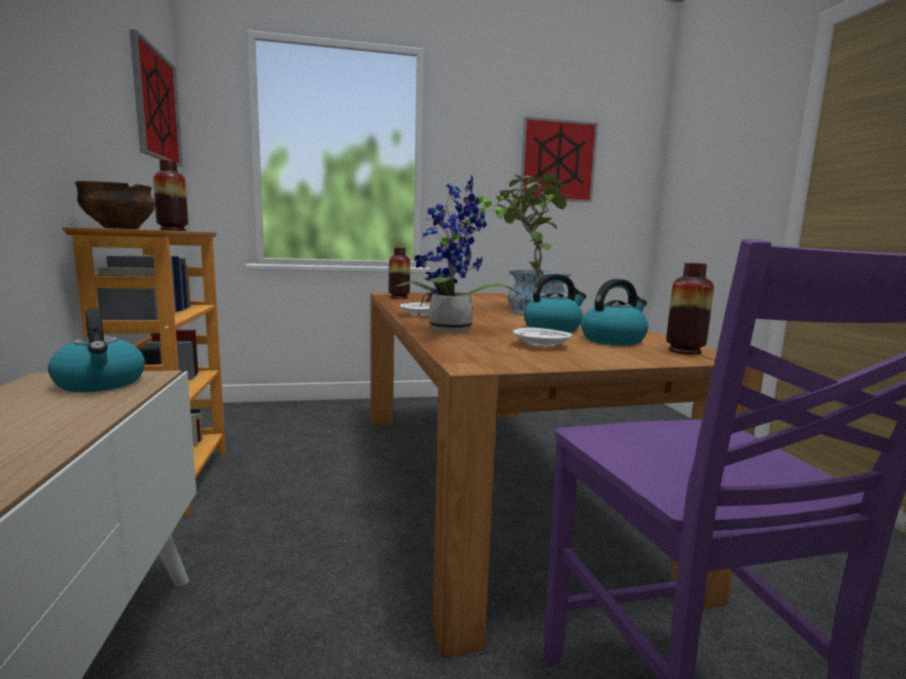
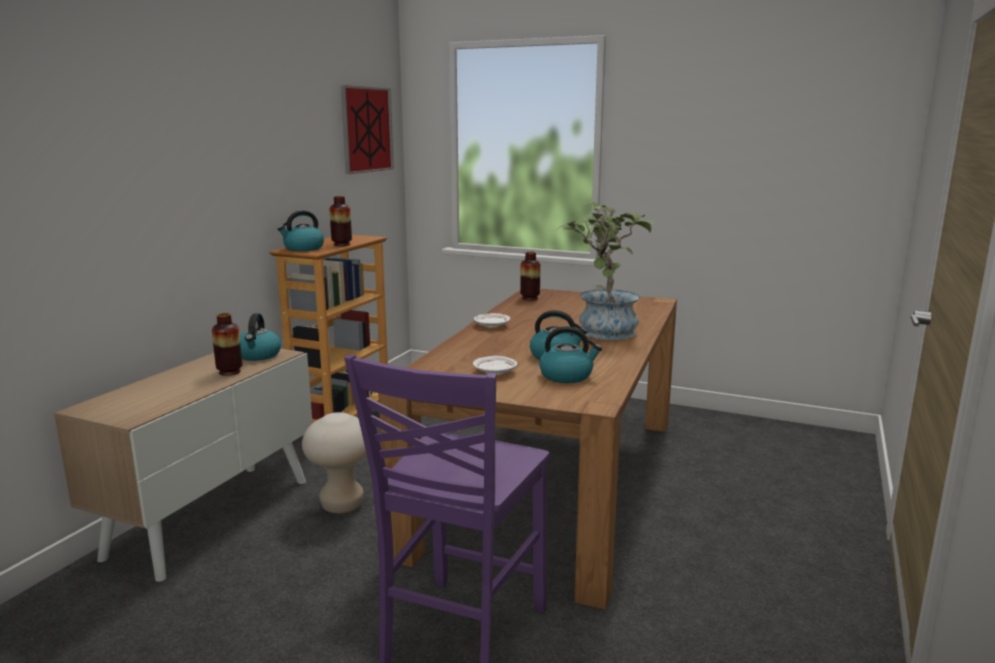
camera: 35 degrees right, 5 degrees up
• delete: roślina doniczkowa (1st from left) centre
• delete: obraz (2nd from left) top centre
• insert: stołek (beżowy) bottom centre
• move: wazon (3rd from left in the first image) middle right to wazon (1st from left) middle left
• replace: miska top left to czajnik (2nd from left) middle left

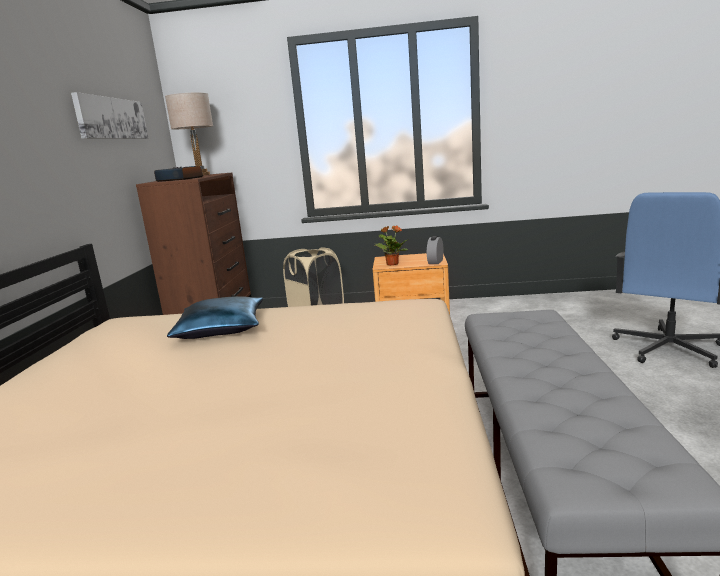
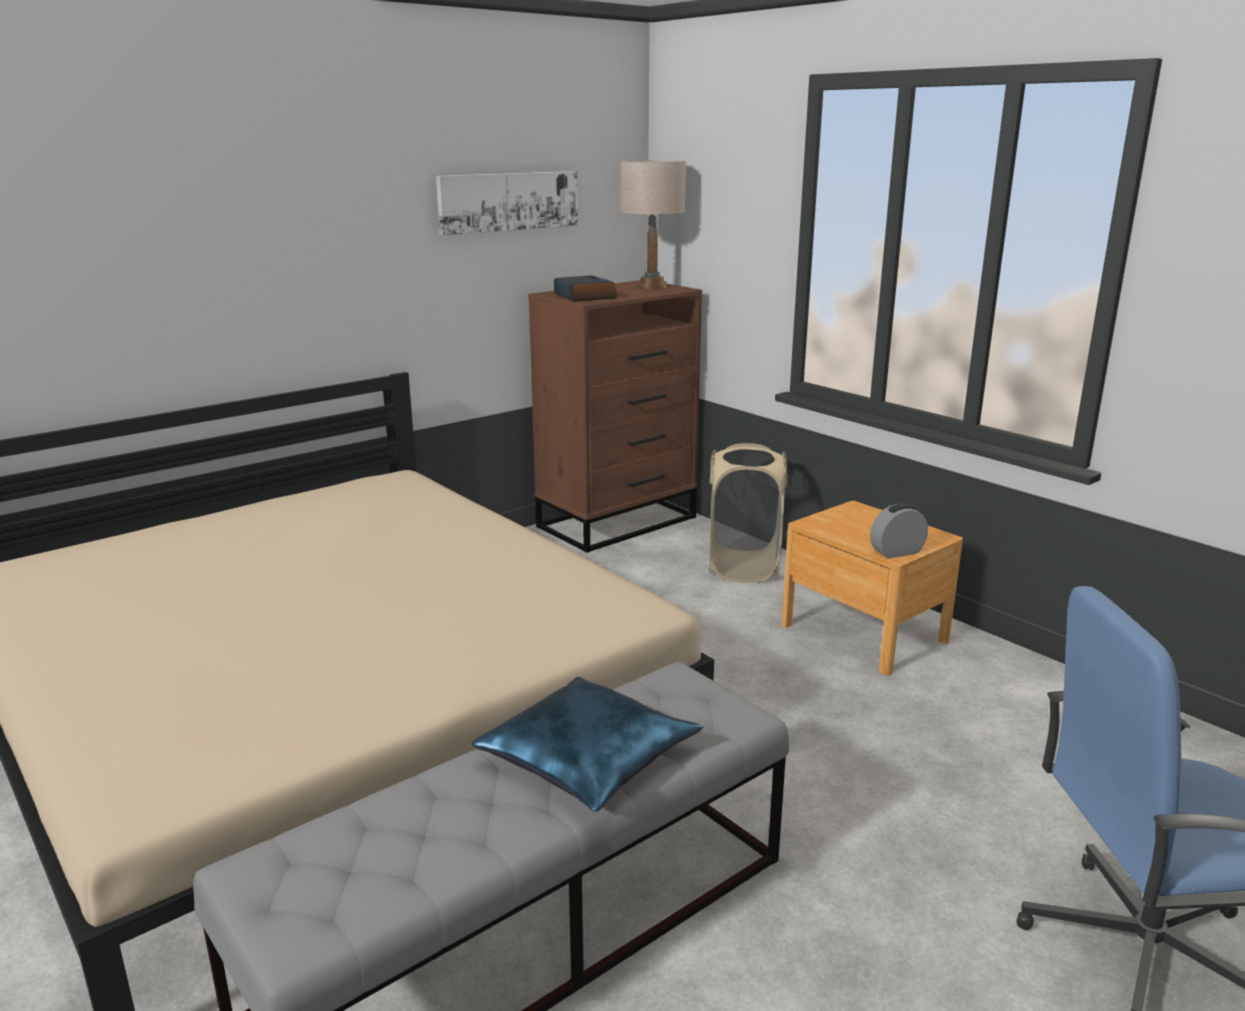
camera: 45 degrees right, 5 degrees up
• delete: roślina doniczkowa centre
• move: poduszka (niebieski) middle left to bottom centre

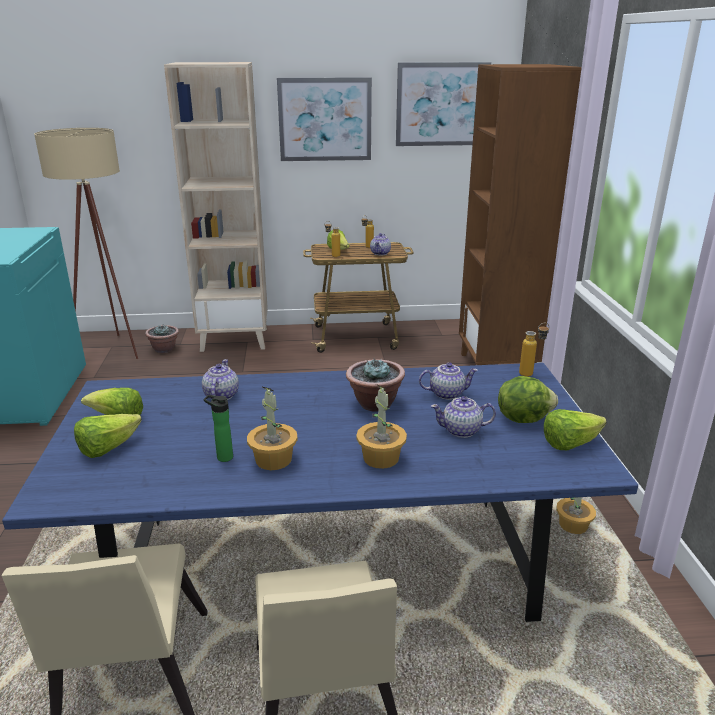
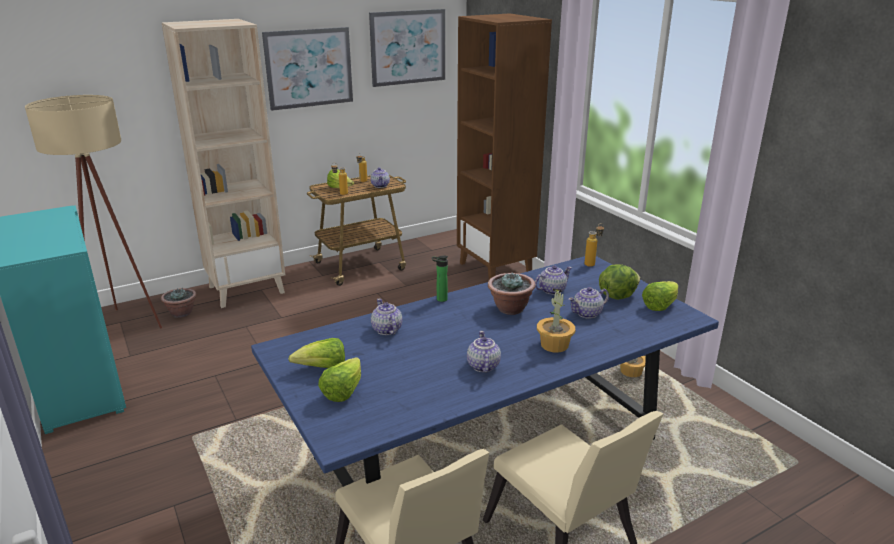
camera: 25 degrees left, 0 degrees up
• move: butelka (1st from left in the first image) middle left to butelka (3rd from left) centre
• replace: roślina doniczkowa (2nd from left) centre to imbryk (3rd from left) centre

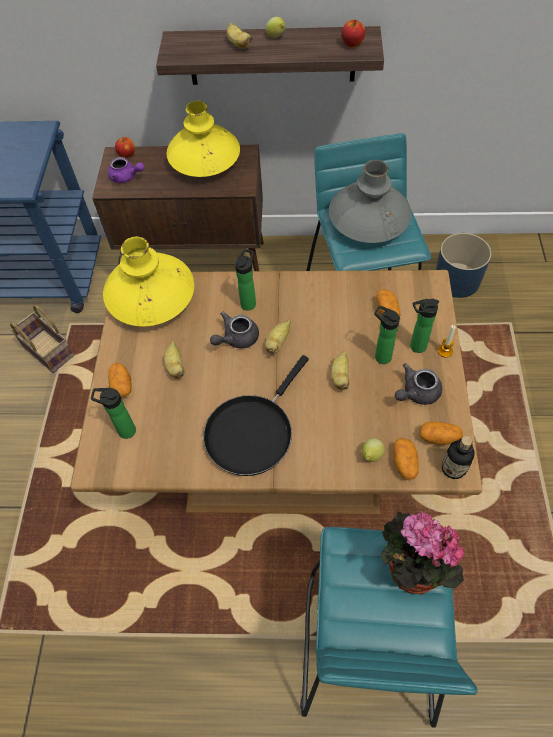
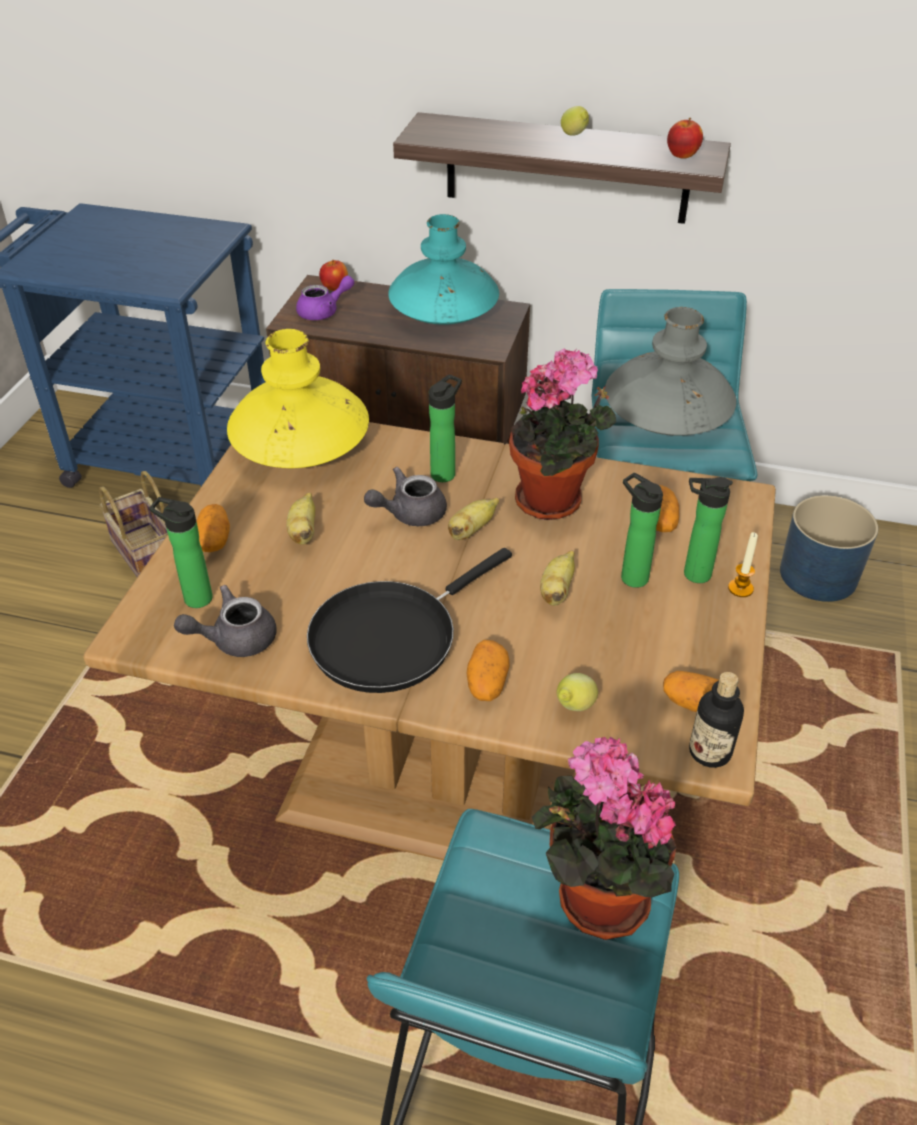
camera: 10 degrees right, 15 degrees down
• delete: banan (2nd from left) top centre
• insert: roślina doniczkowa (1st from left) centre
• move: ziemniak (3rd from left in the first image) middle right to ziemniak (2nd from left) centre
• move: imbryk (szary) (2nd from left in the first image) middle right to imbryk (szary) (1st from left) middle left
• recolor: wazon (żółty) (2nd from left) top centre to wazon (turkusowy) top centre
• rotate: imbryk (fioletowy) top left = top centre 60 degrees counterclockwise

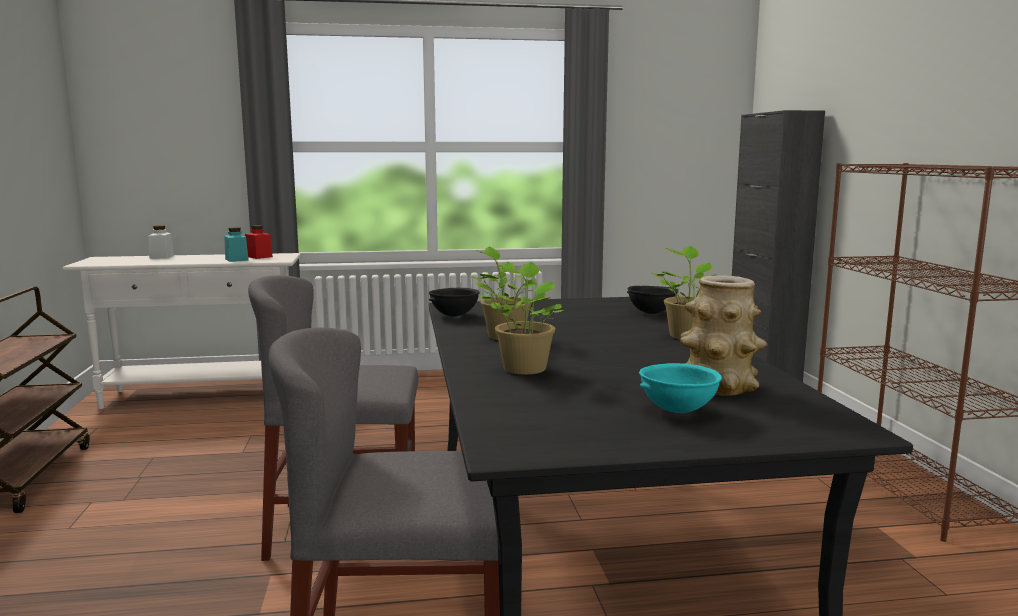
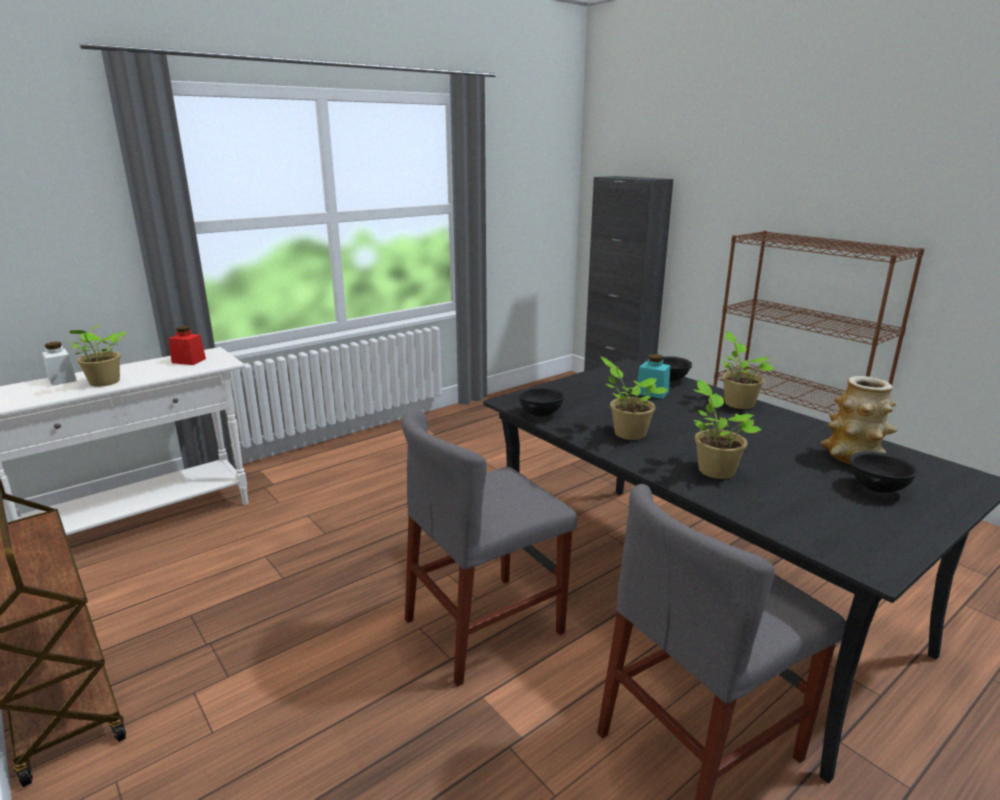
camera: 30 degrees left, 10 degrees up
• insert: roślina doniczkowa (1st from left) middle left
• move: słoik (turkusowy) middle left to centre
• recolor: miska (turkusowy) middle right to miska (czarny) (3rd from left) middle right

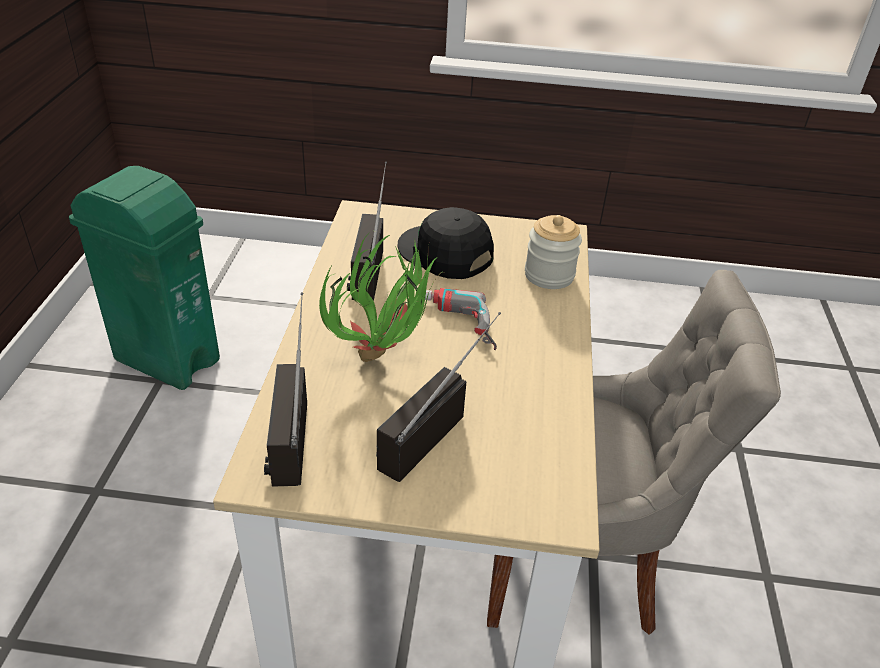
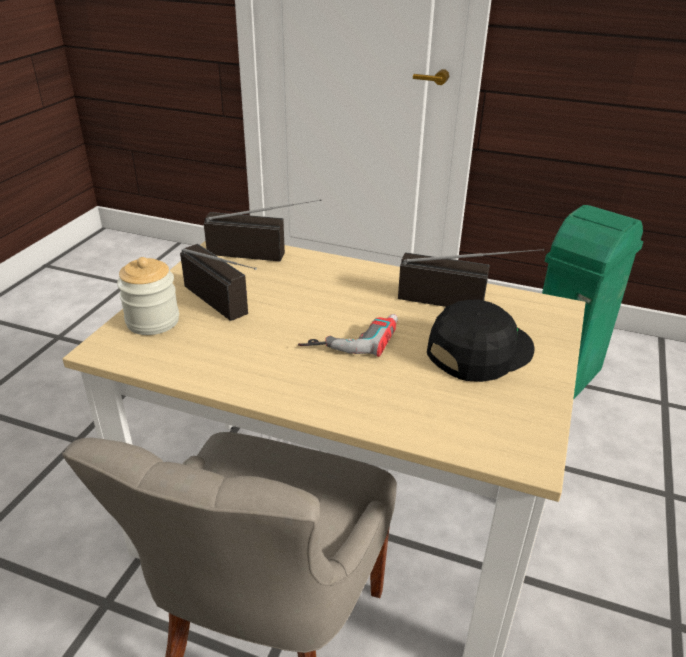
camera: 105 degrees right, 5 degrees down
• delete: roślina doniczkowa centre
• move: słoik centre to middle left

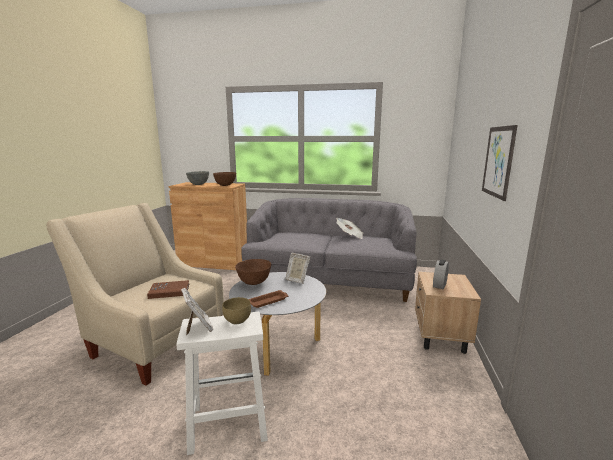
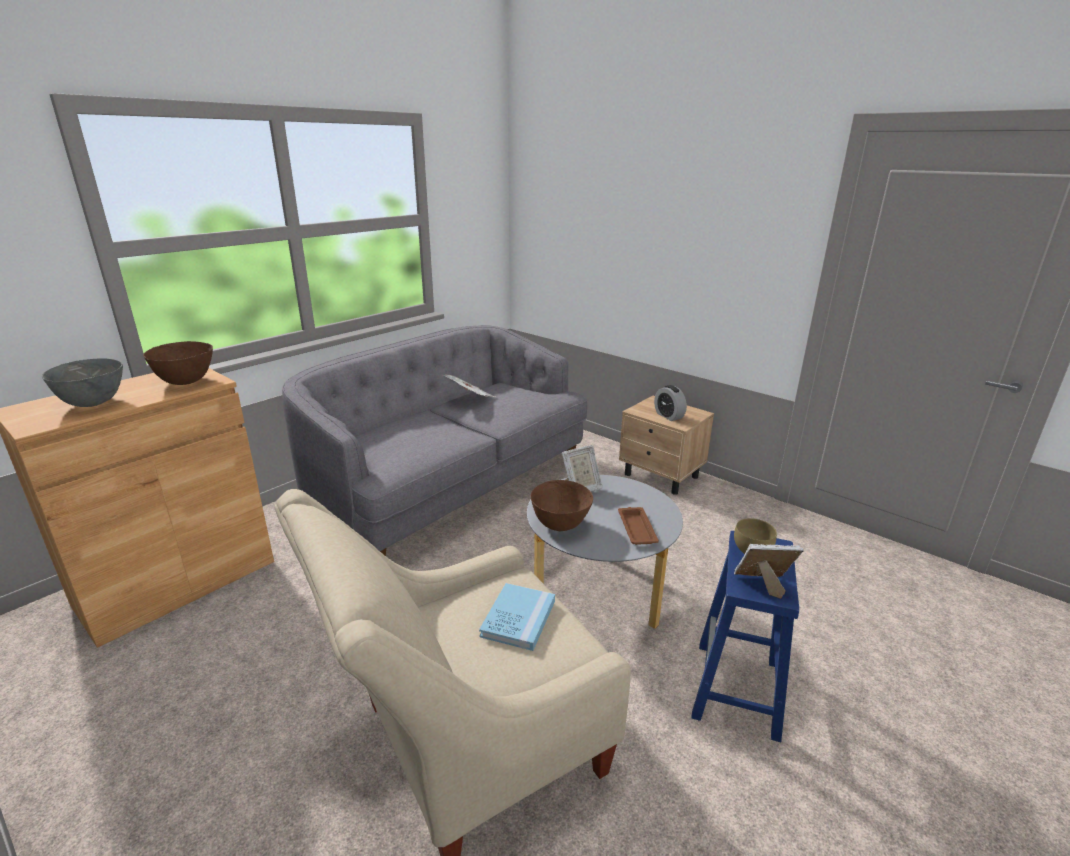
camera: 60 degrees left, 10 degrees up
• delete: obraz middle right
• recolor: książka (brązowy) middle left to książka (niebieski) bottom centre
• recolor: stołek (biały) bottom centre to stołek (niebieski) bottom right

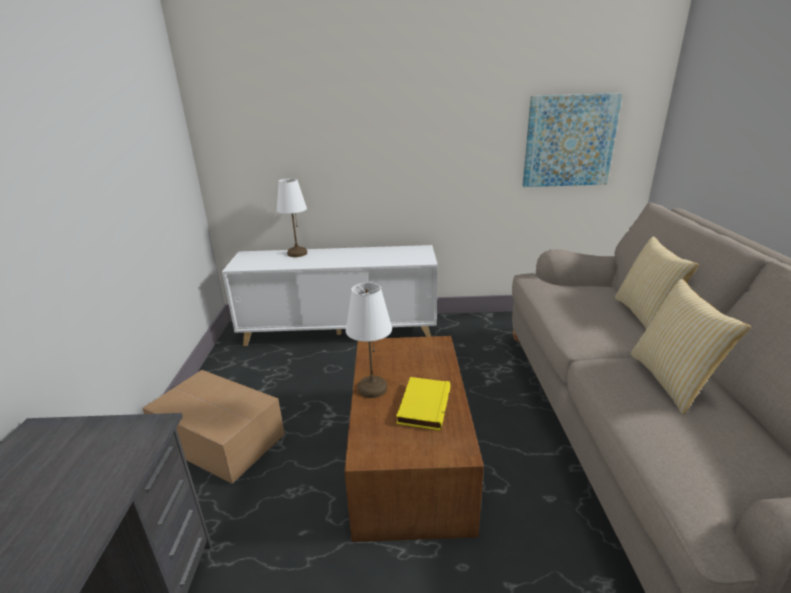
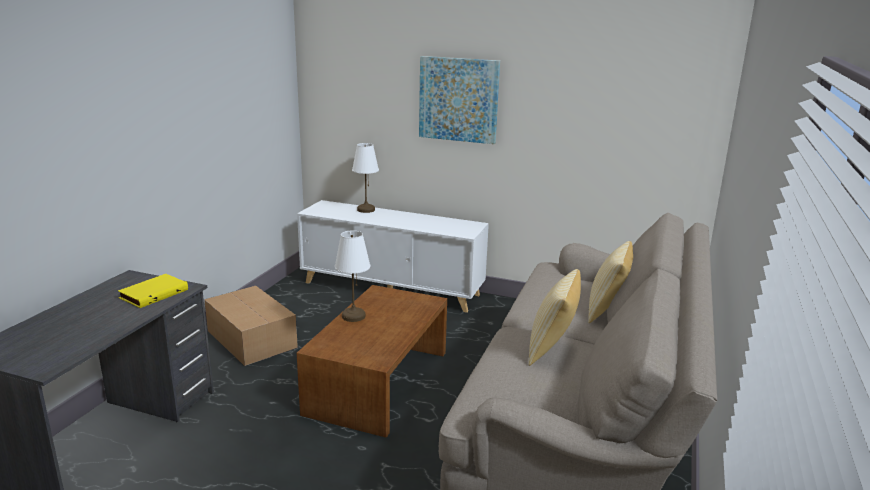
camera: 20 degrees right, 5 degrees down
• move: książka (żółty) bottom centre to middle left
• move: obraz top right to top centre

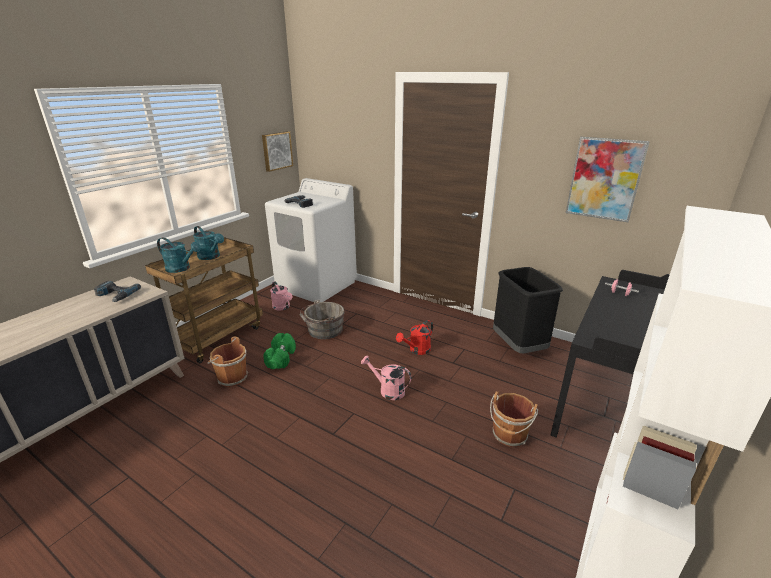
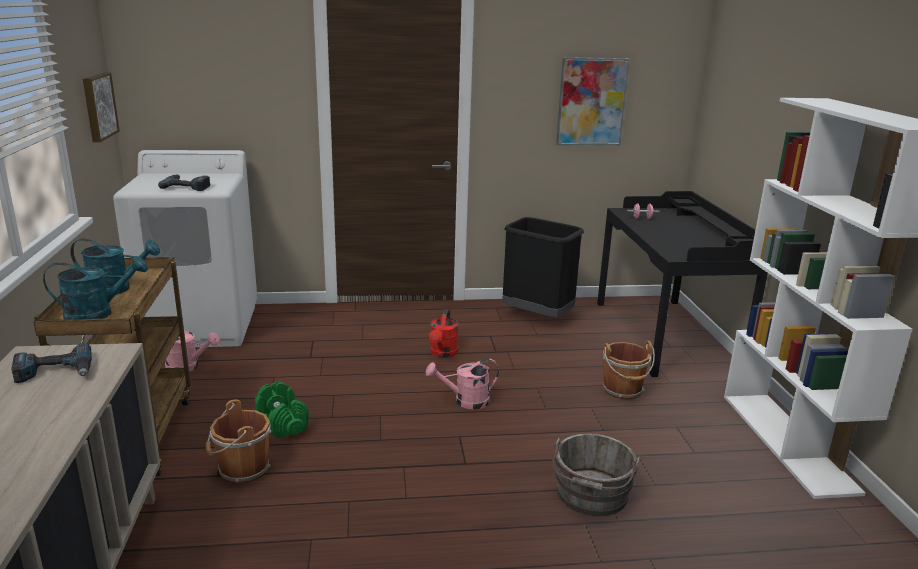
camera: 40 degrees left, 5 degrees down
• move: wiadro (szary) centre to bottom centre

